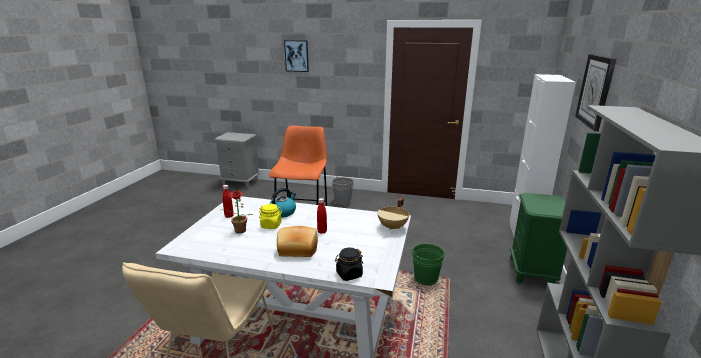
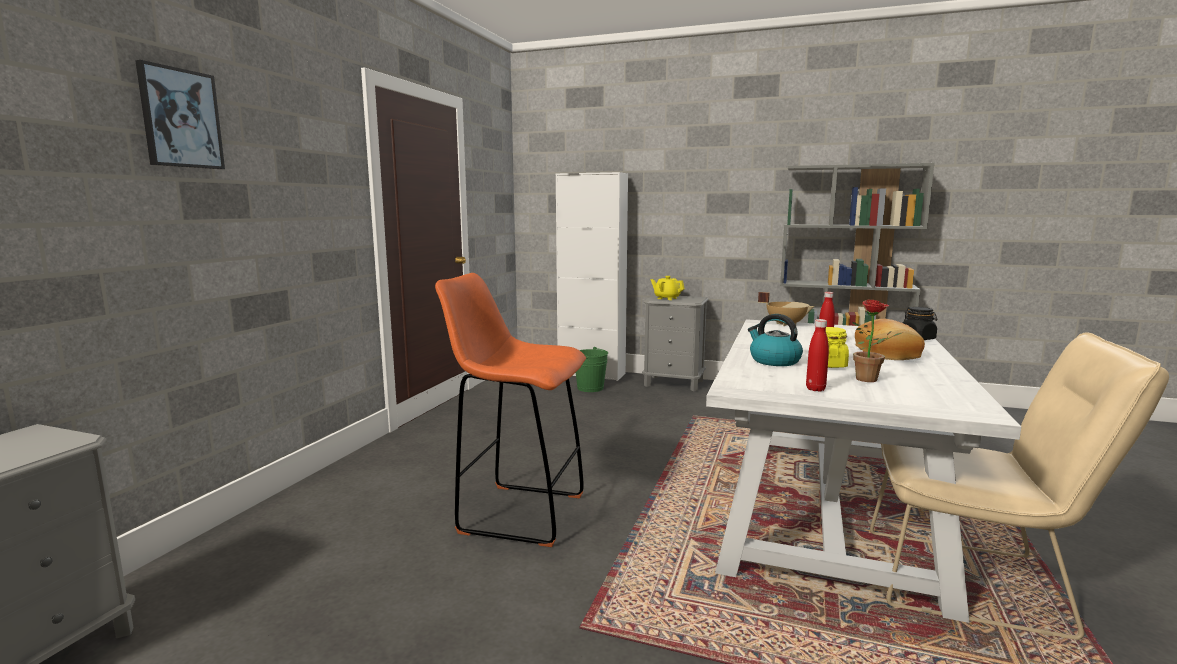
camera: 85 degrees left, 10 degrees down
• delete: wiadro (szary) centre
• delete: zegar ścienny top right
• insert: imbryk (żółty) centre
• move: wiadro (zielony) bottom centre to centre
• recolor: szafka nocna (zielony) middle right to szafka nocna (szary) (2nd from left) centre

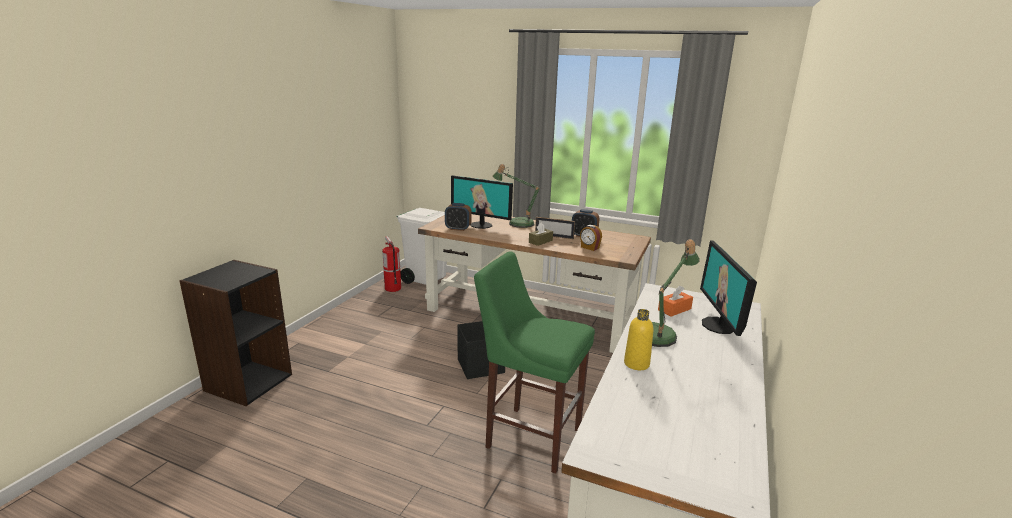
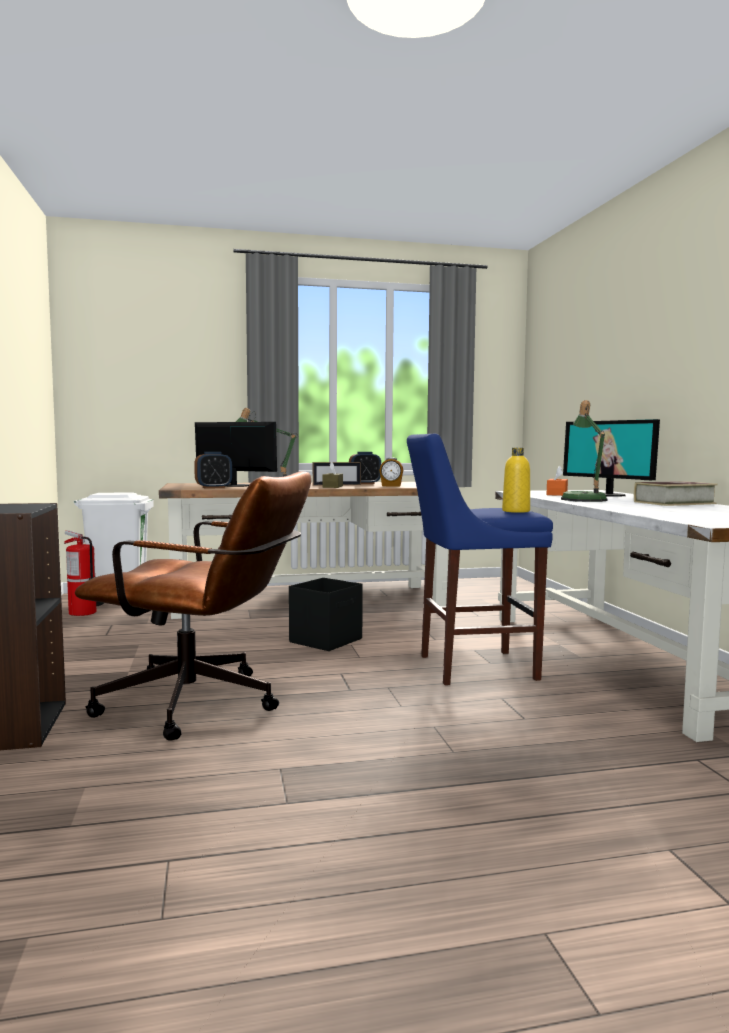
camera: 35 degrees left, 15 degrees down
• insert: krzesło biurowe (brązowy) middle left
• insert: książka middle right
• move: butelka (żółty) centre to middle right
• recolor: stołek (zielony) bottom centre to stołek (niebieski) centre
• rotate: monitor (1st from left) centre = middle left 150 degrees counterclockwise

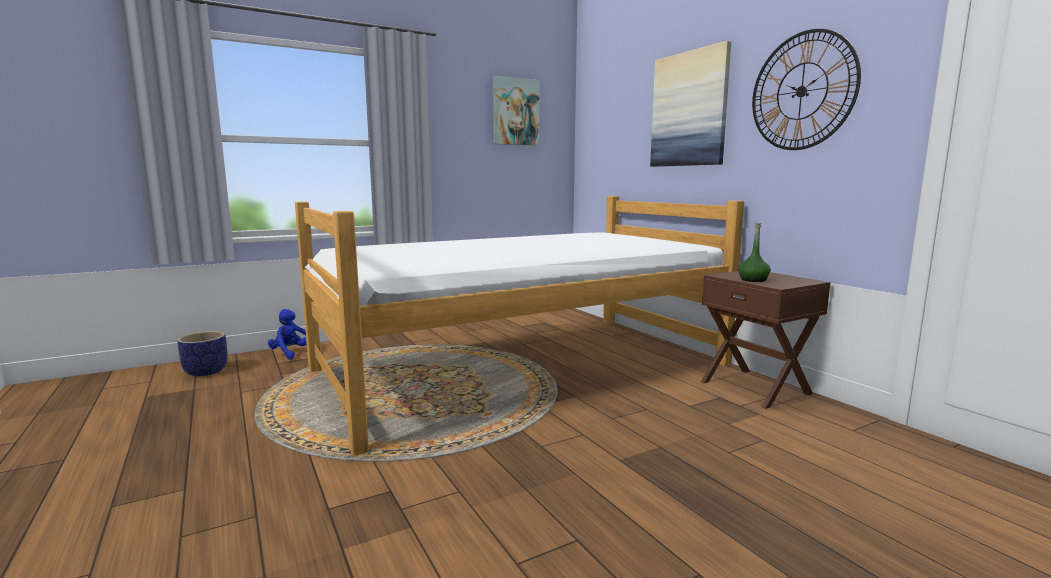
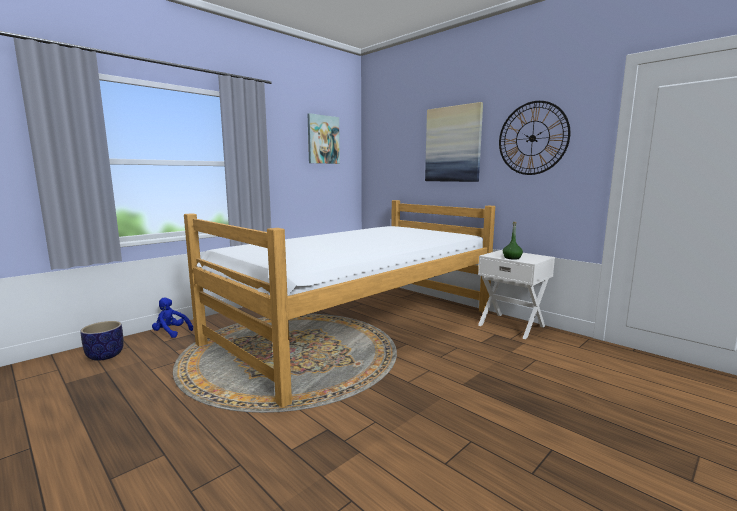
camera: 15 degrees left, 0 degrees up
• recolor: szafka nocna (brązowy) middle right to szafka nocna (biały) middle right

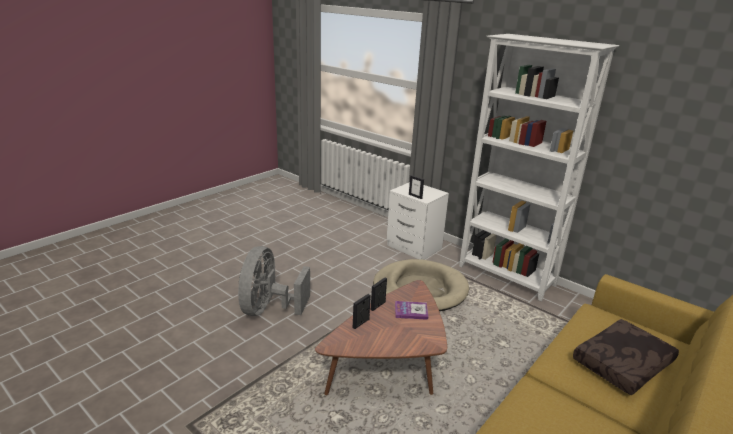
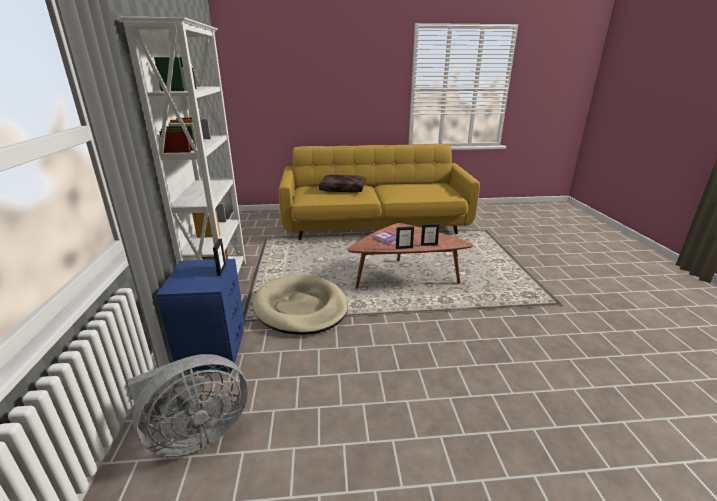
camera: 135 degrees left, 0 degrees up
• move: wentylator (szary) centre to bottom left
• recolor: szafka nocna (biały) centre to szafka nocna (niebieski) middle left

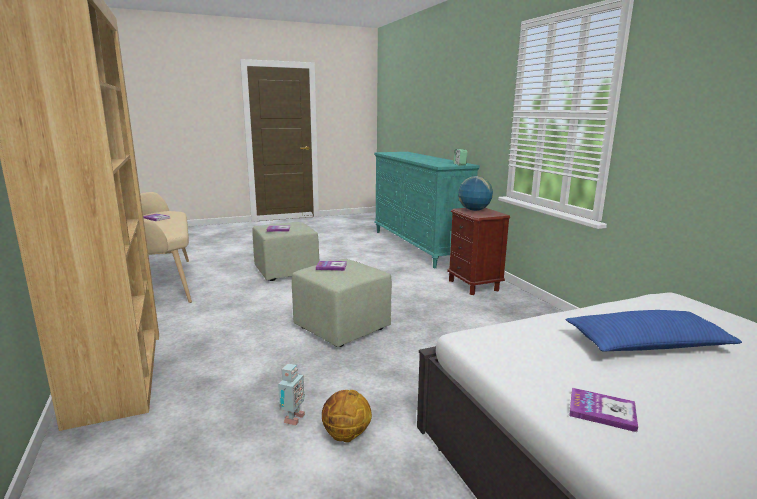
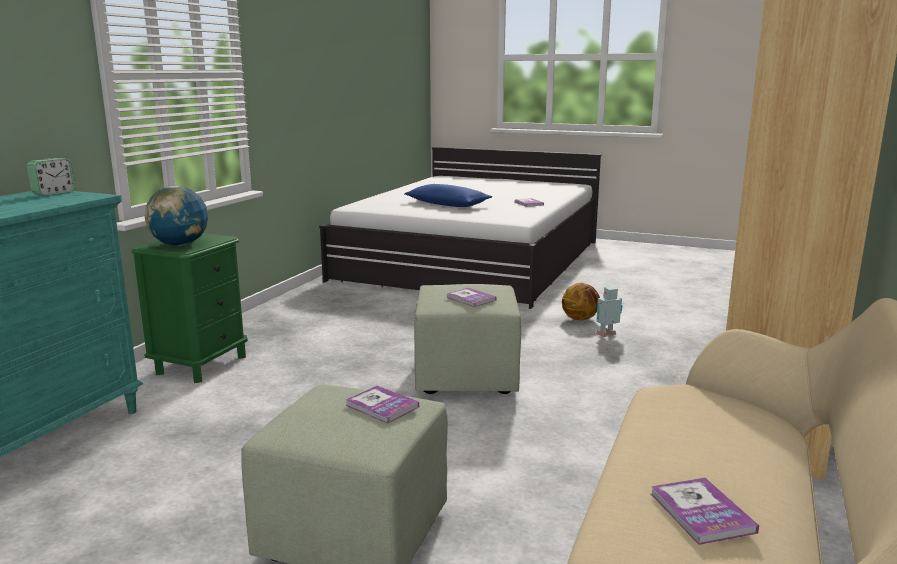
camera: 135 degrees left, 0 degrees up
• recolor: szafka nocna (brązowy) centre to szafka nocna (zielony) middle left

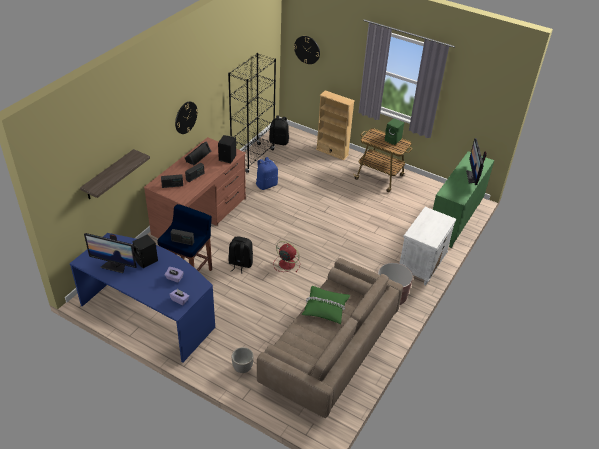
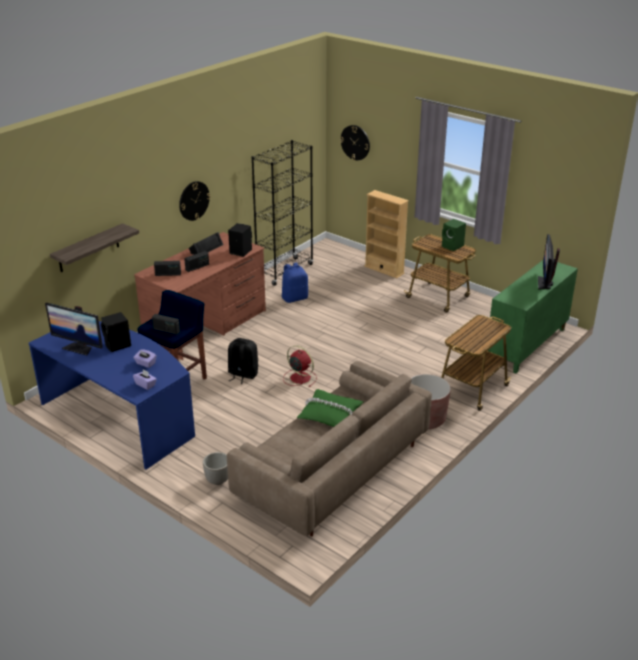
camera: 10 degrees right, 10 degrees down
• delete: plecak (czarny) (2nd from left) top centre
• replace: szafka nocna (biały) middle right to wózek (2nd from left) middle right

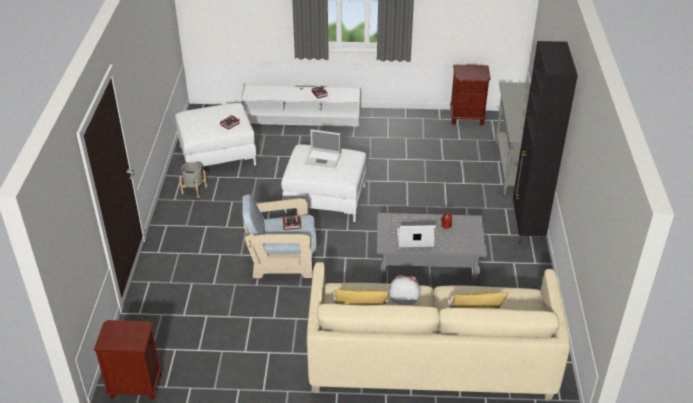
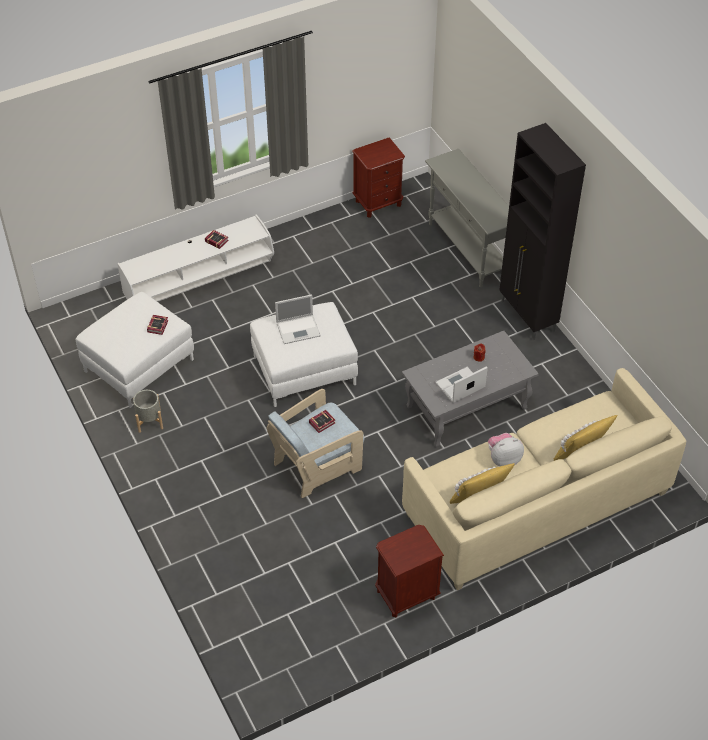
camera: 30 degrees left, 10 degrees up
• move: szafka nocna (brązowy) (1st from left in the first image) bottom left to szafka nocna (brązowy) (2nd from left) bottom centre

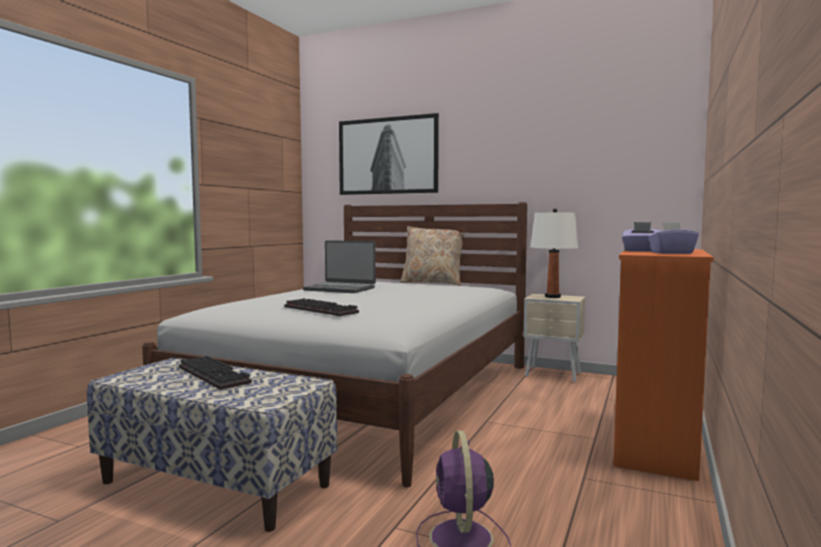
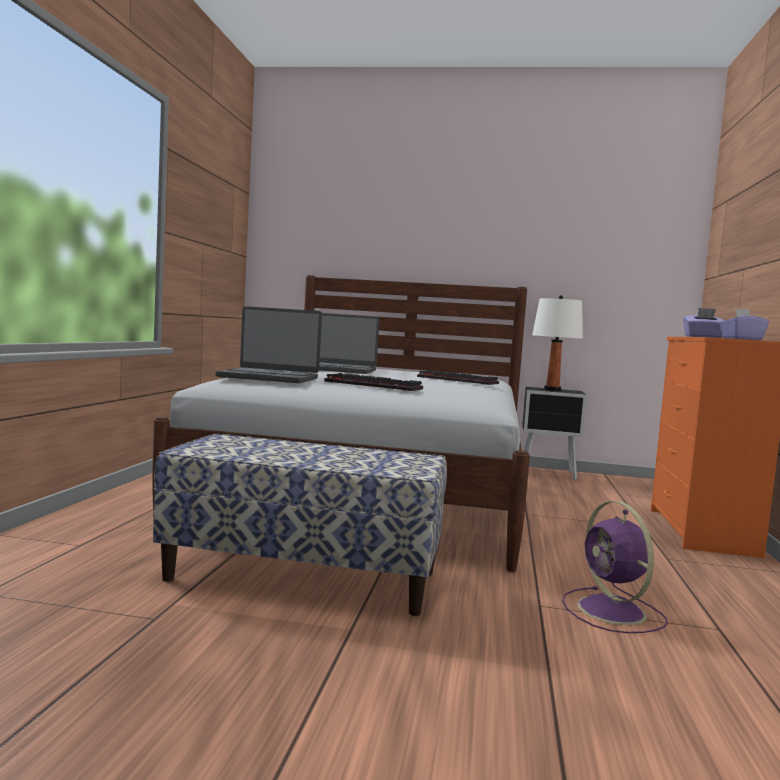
camera: 15 degrees left, 0 degrees up
• delete: obraz top centre
• delete: poduszka (beżowy) centre
• insert: laptop (1st from left) centre
• move: klawiatura (1st from left in the first image) bottom left to klawiatura (2nd from left) centre
• recolor: szafka nocna (beżowy) middle right to szafka nocna (czarny) middle right

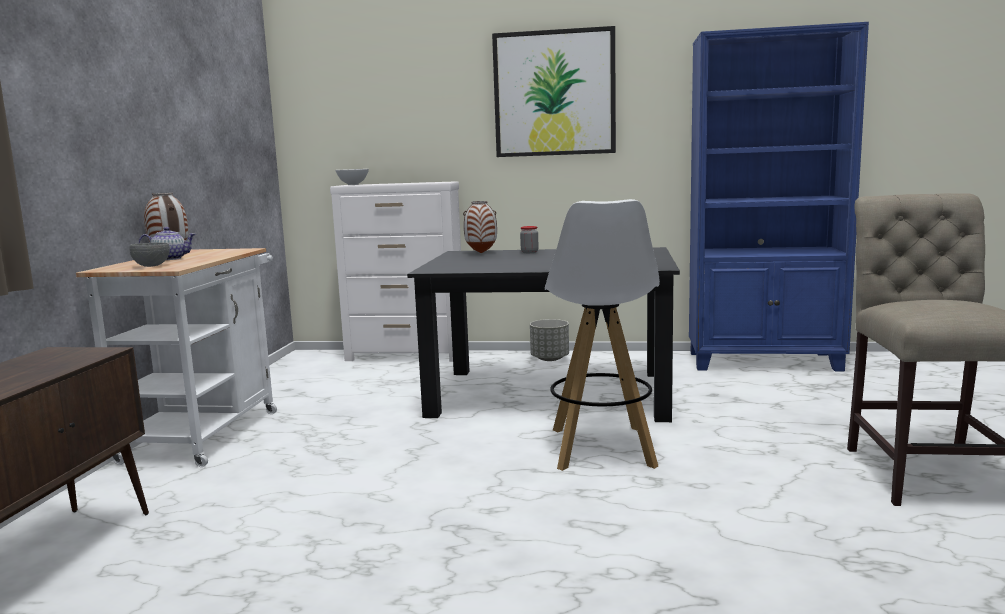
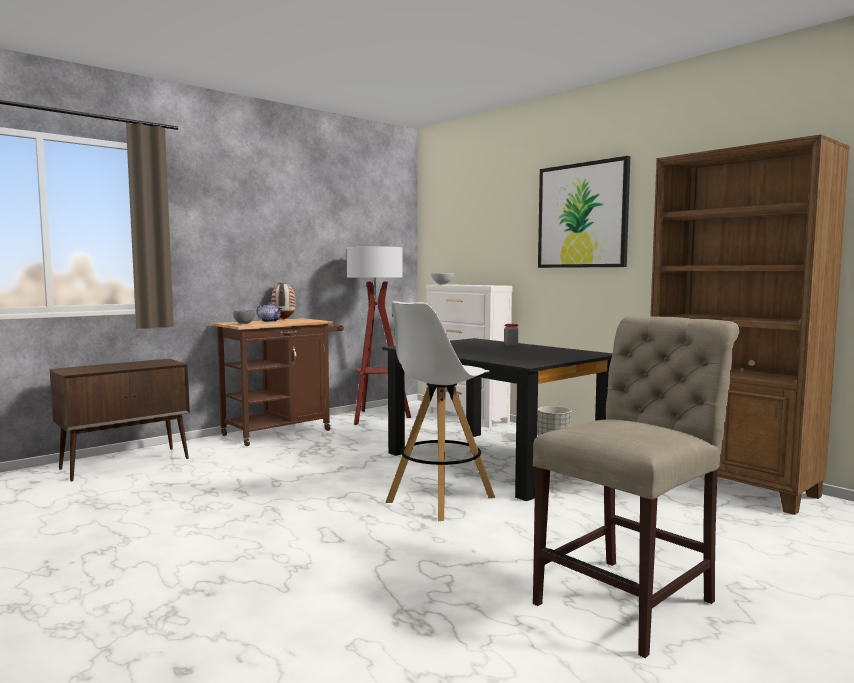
camera: 40 degrees right, 5 degrees down
• delete: wazon (2nd from left) centre
• insert: lampa stojąca centre
• recolor: wózek (biały) middle left to wózek (brązowy) middle left
• recolor: regał (niebieski) top right to regał (brązowy) middle right

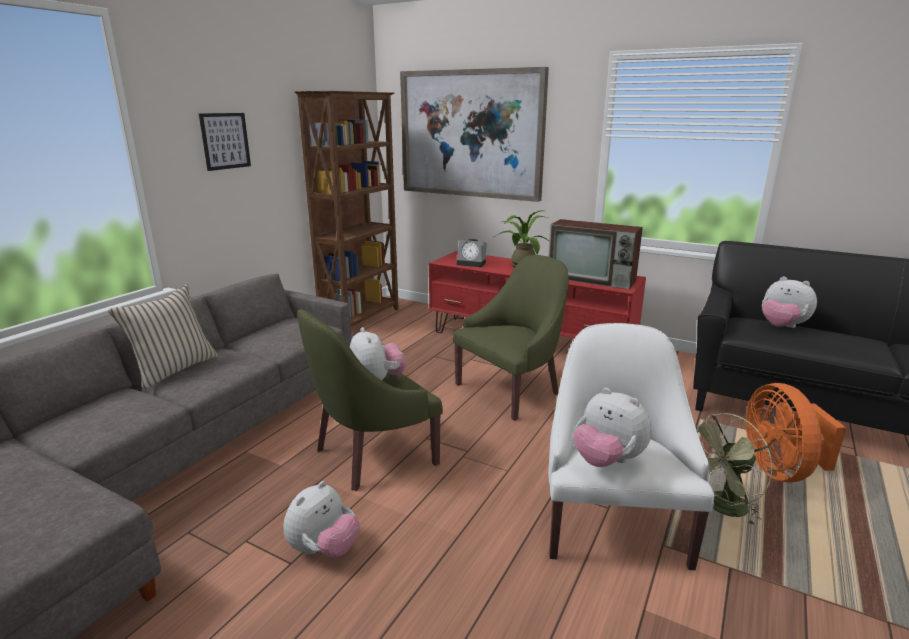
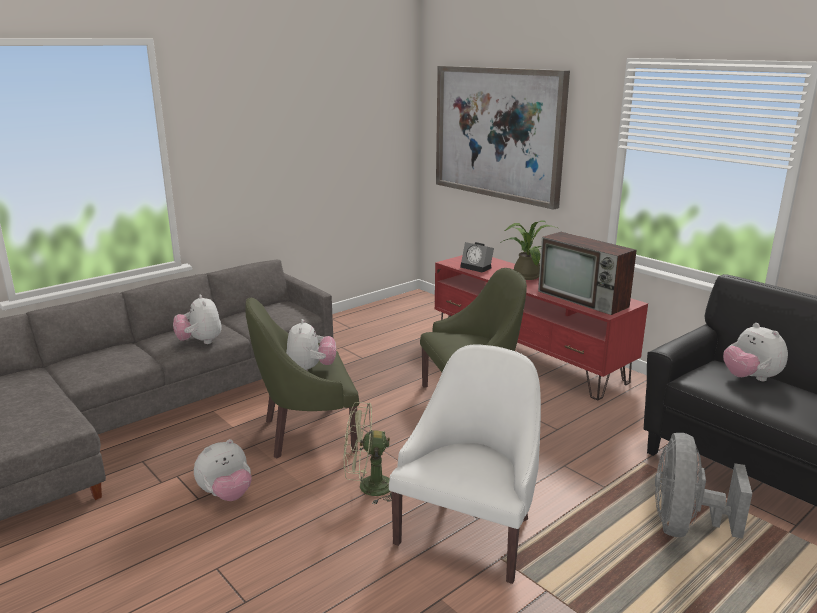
camera: 20 degrees right, 0 degrees up
• delete: poduszka (beżowy) middle left
• delete: obraz (1st from left) top left
• delete: regał (brązowy) top centre
• move: pluszak (3rd from left in the first image) bottom right to pluszak (1st from left) middle left
• move: wentylator (zielony) bottom right to bottom centre
• recolor: wentylator (pomarańczowy) bottom right to wentylator (szary) bottom right

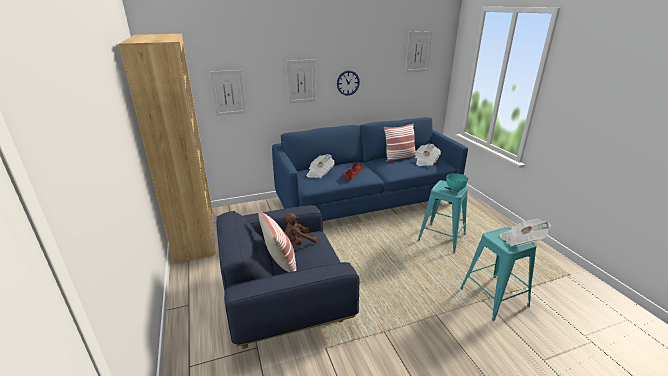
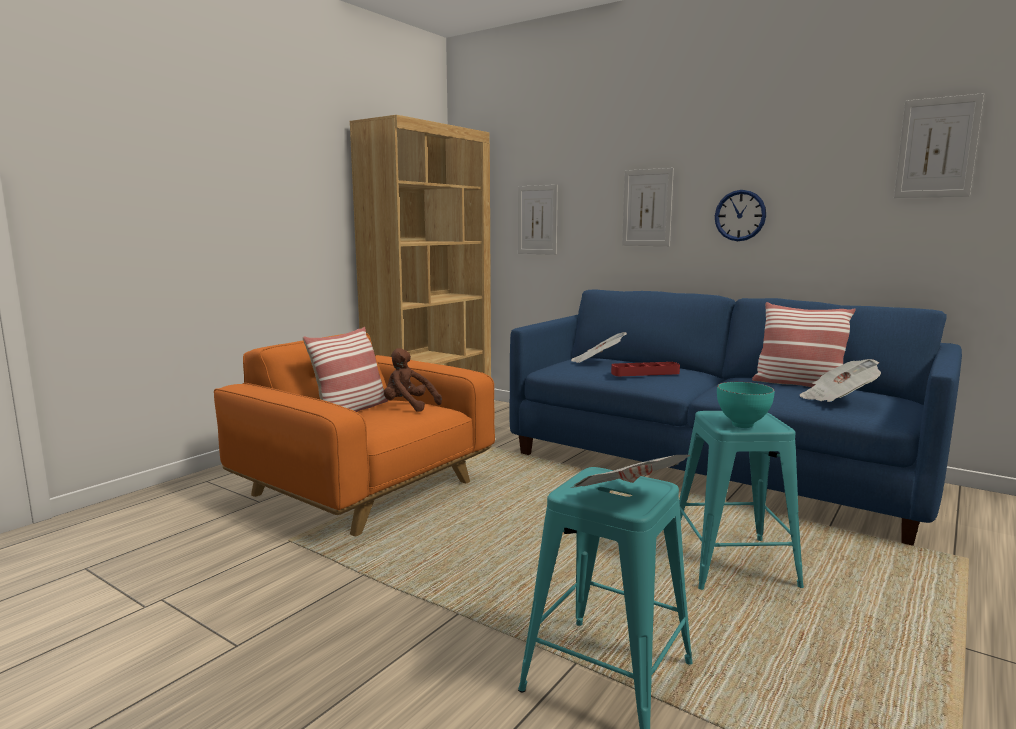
camera: 55 degrees right, 15 degrees down
• recolor: fotel (niebieski) bottom centre to fotel (pomarańczowy) centre

